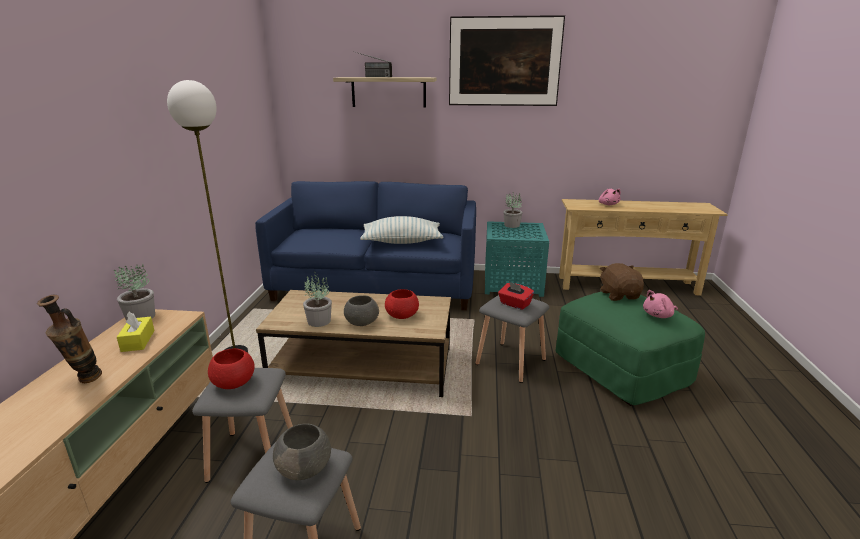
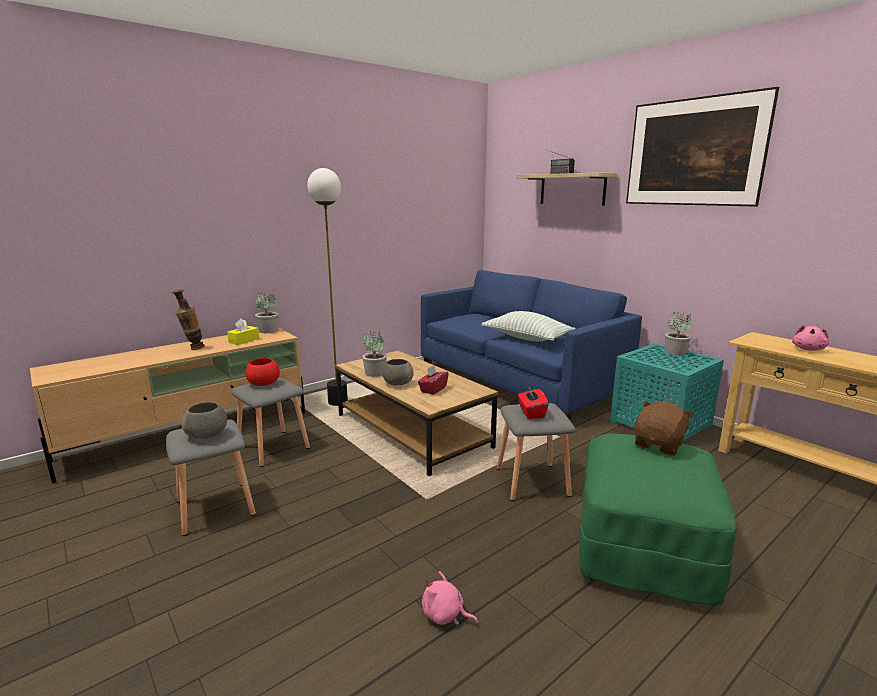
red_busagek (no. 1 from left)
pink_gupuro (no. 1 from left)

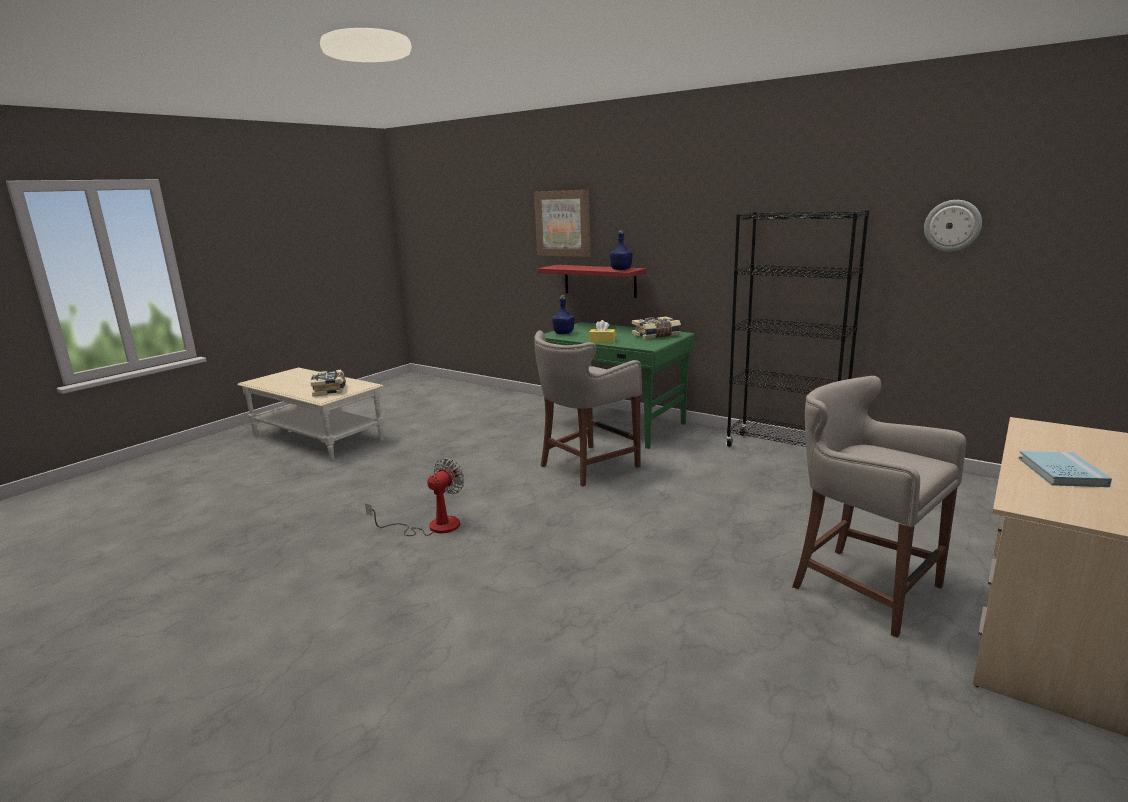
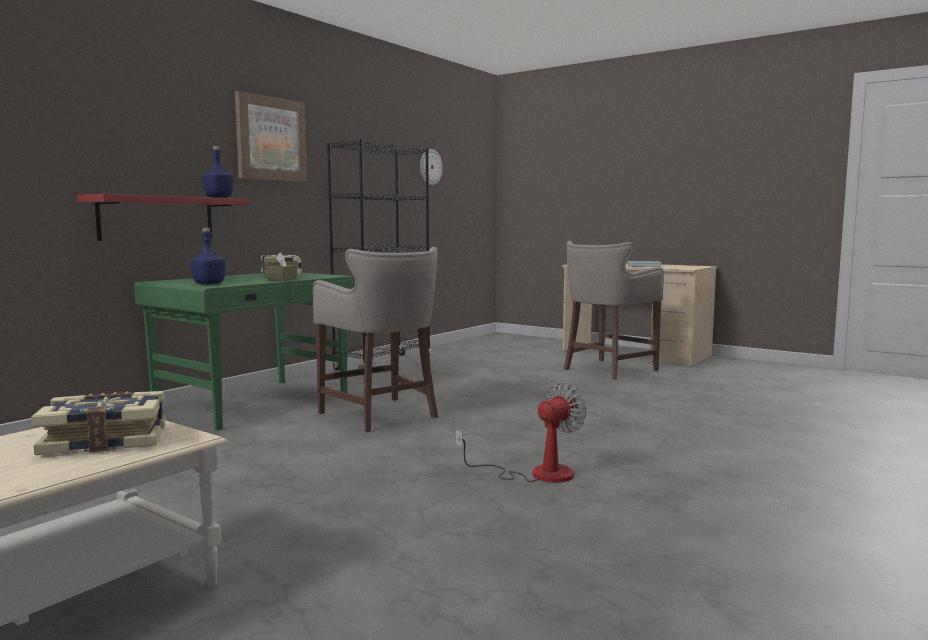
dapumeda
brown_busagek
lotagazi

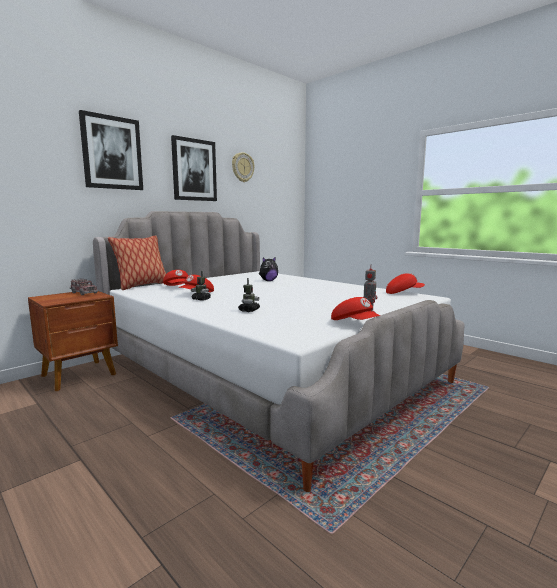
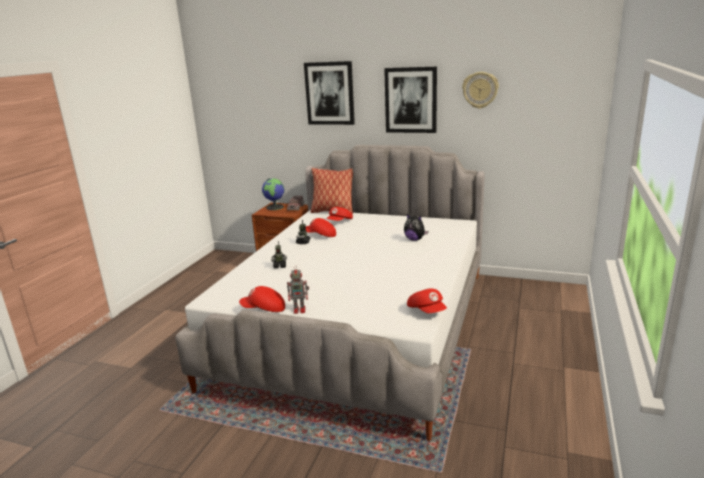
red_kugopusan (no. 1 from left)
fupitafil

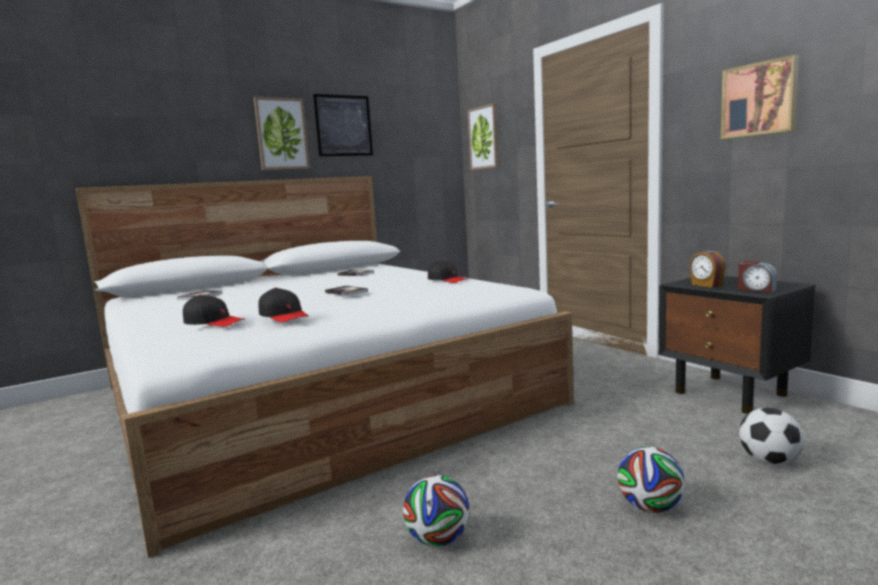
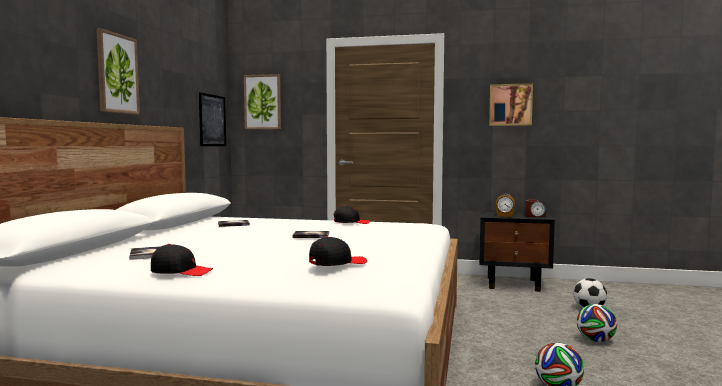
dapumeda (no. 2 from left)
black_kugopusan (no. 1 from left)

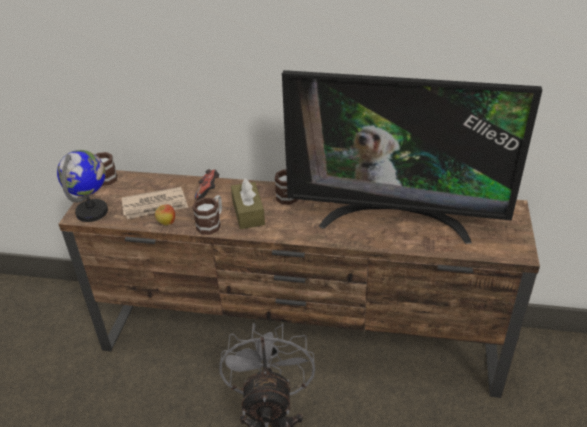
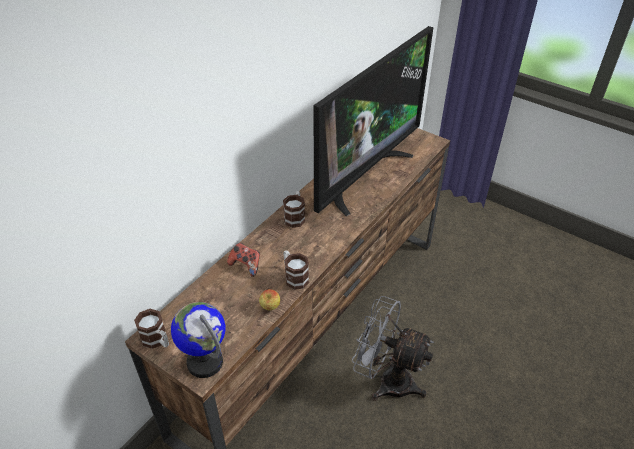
brown_busagek
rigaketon

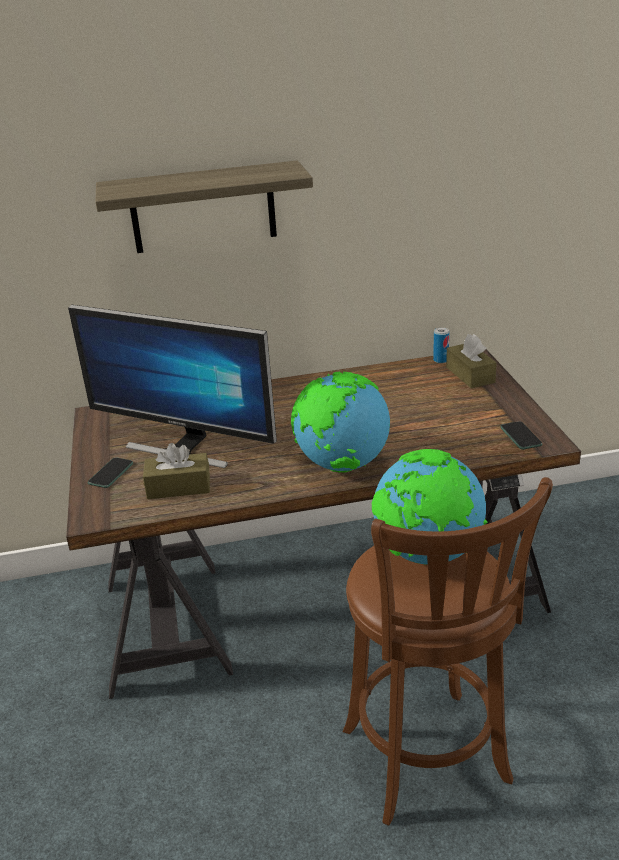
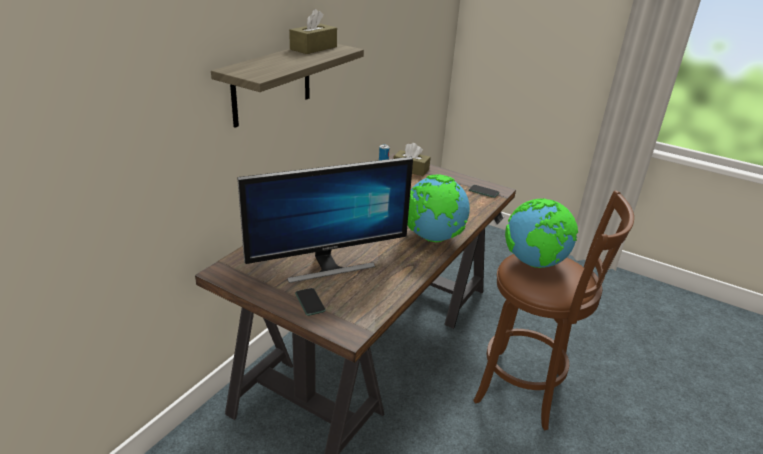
brown_busagek (no. 1 from left)

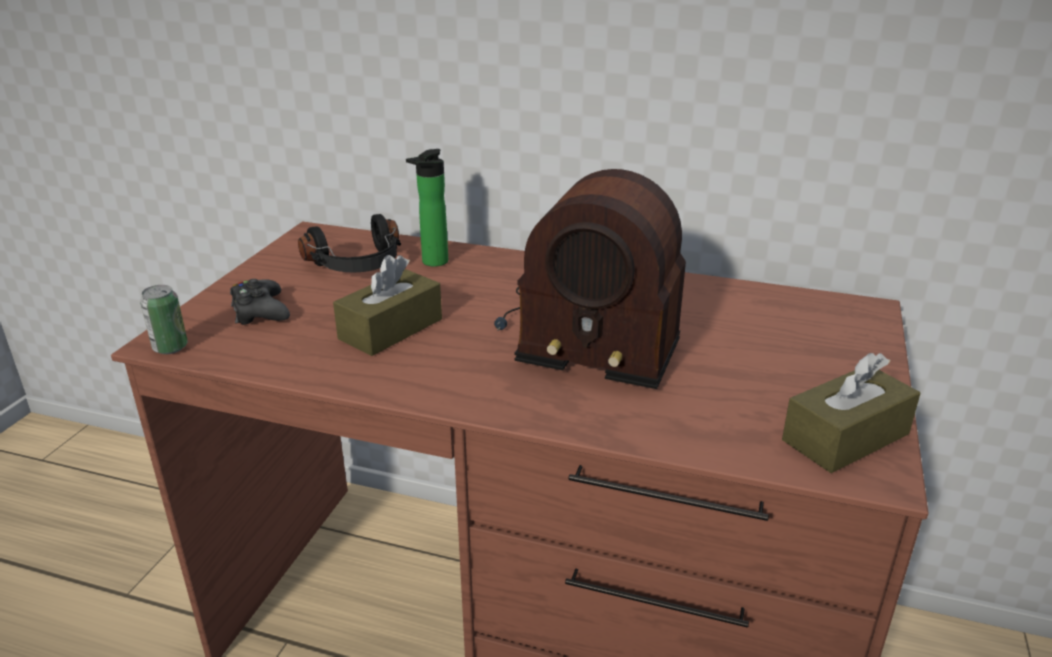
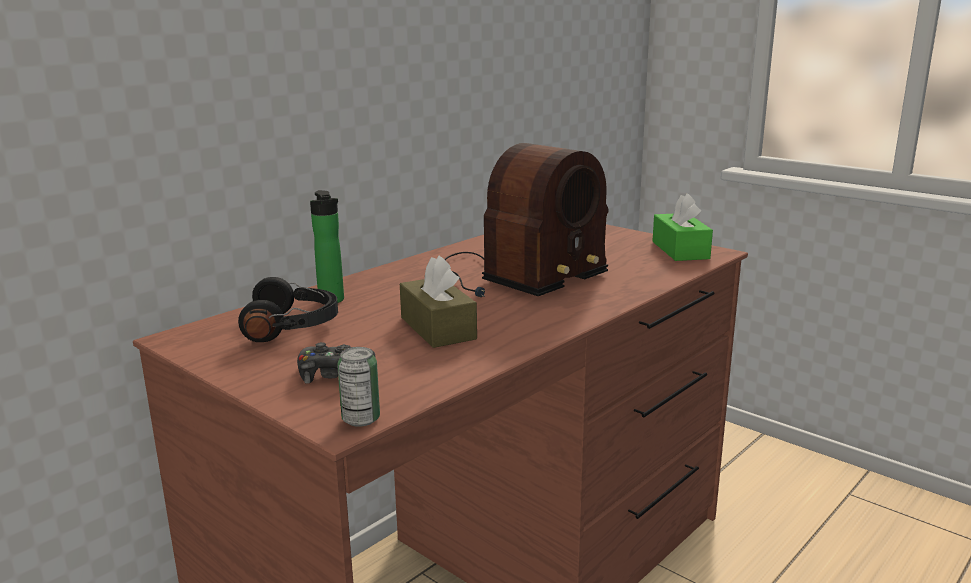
green_busagek

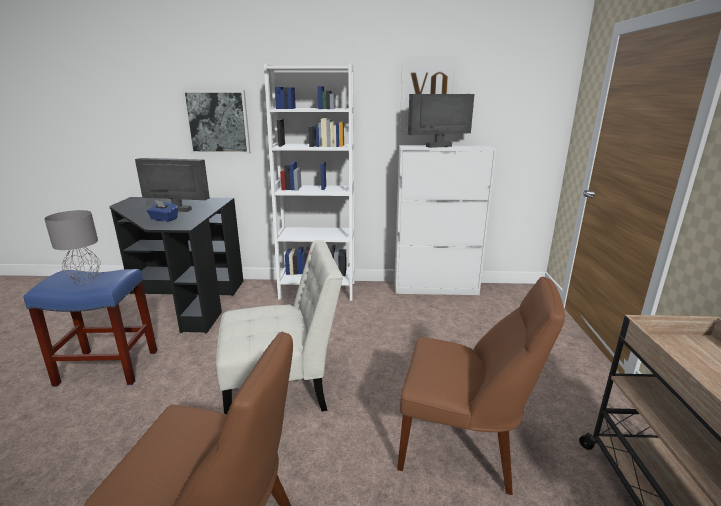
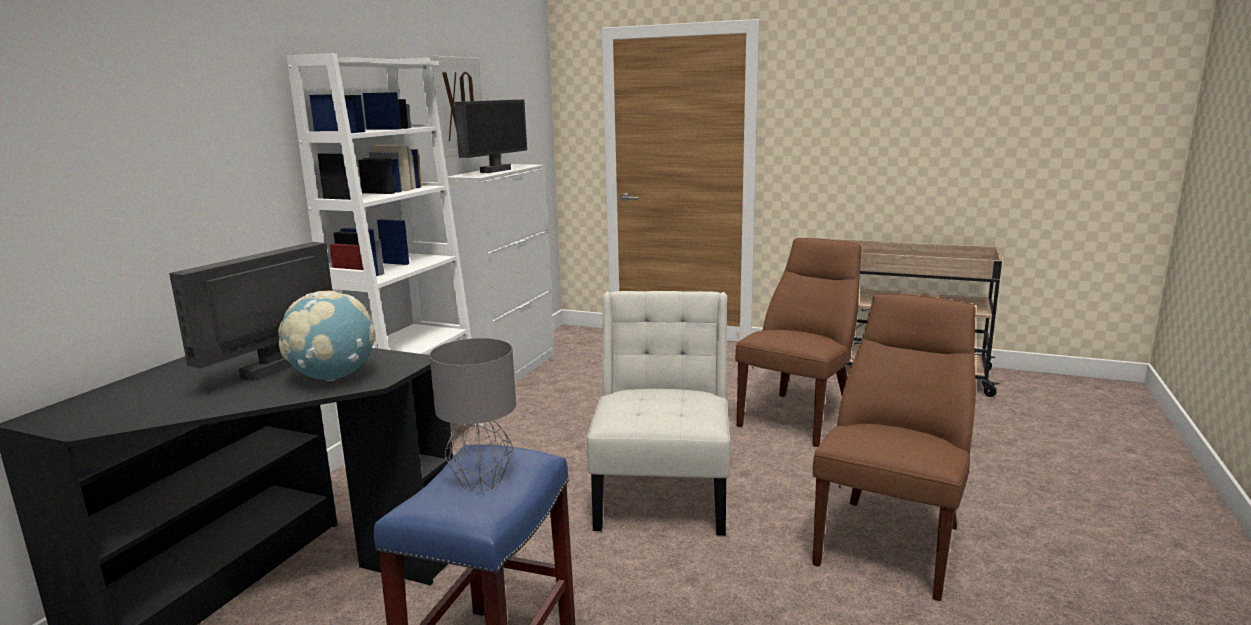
dapumeda (no. 1 from left in the first image)
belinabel (no. 2 from left)
fupitafil

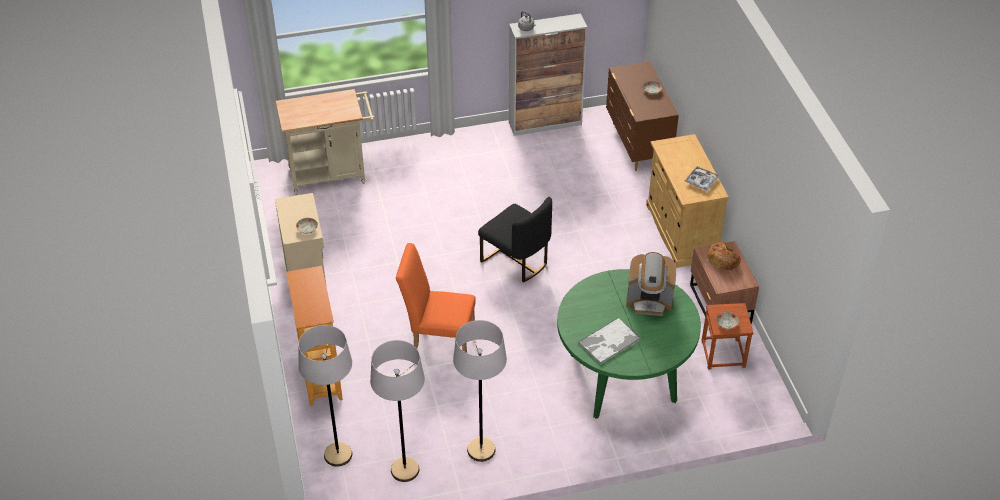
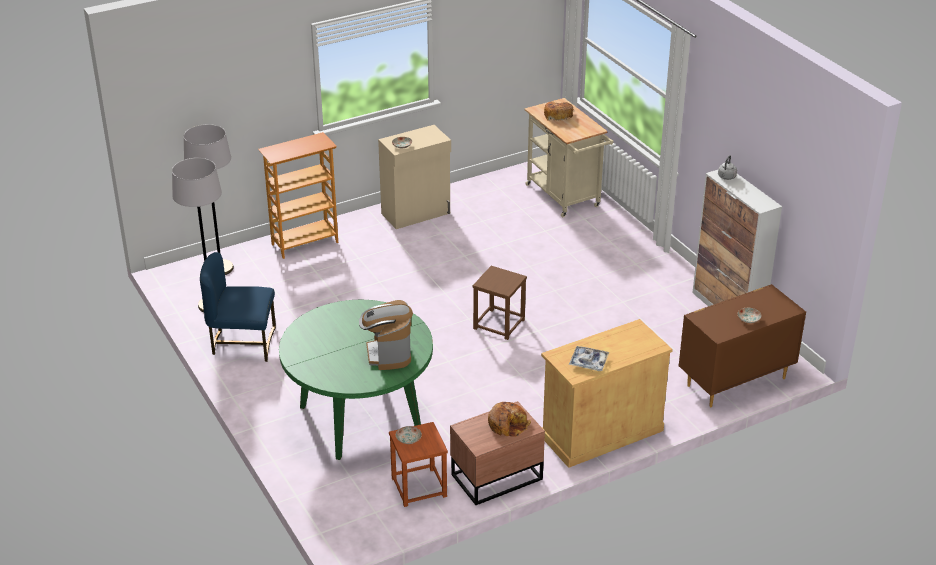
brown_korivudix (no. 2 from left)
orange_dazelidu
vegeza (no. 1 from left in the first image)
blue_dazelidu
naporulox (no. 2 from left)

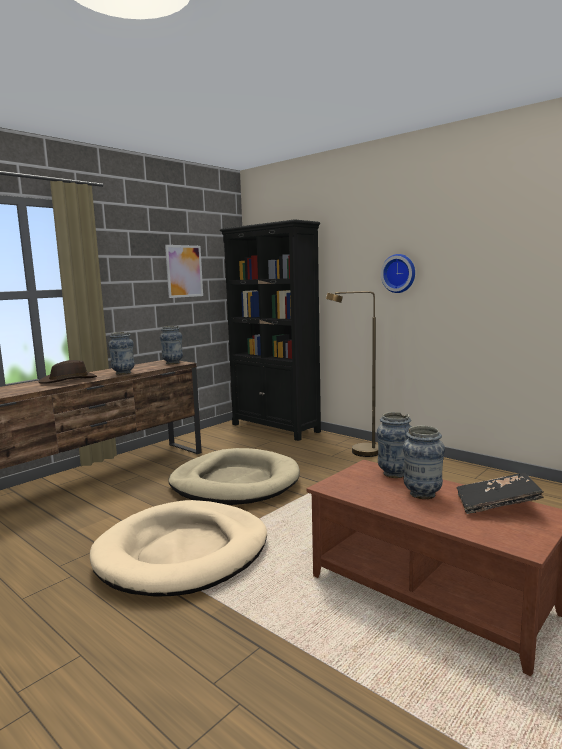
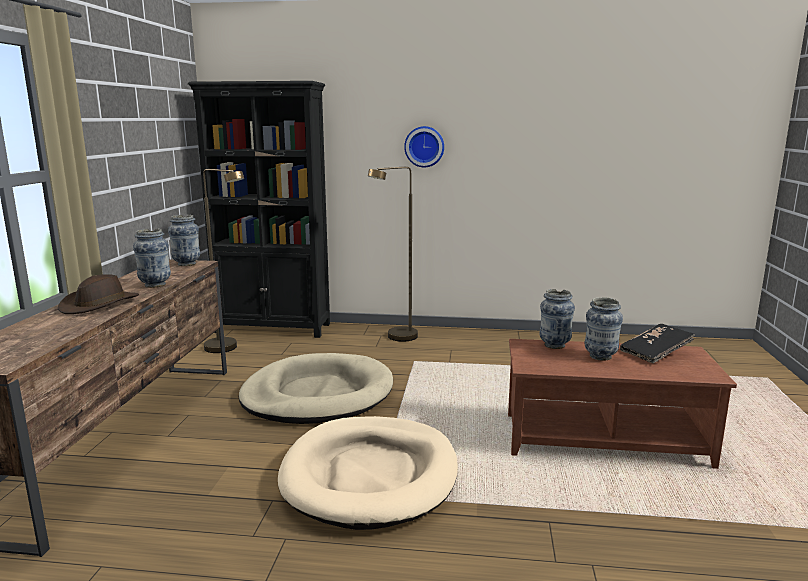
dapumeda
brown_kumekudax (no. 1 from left)

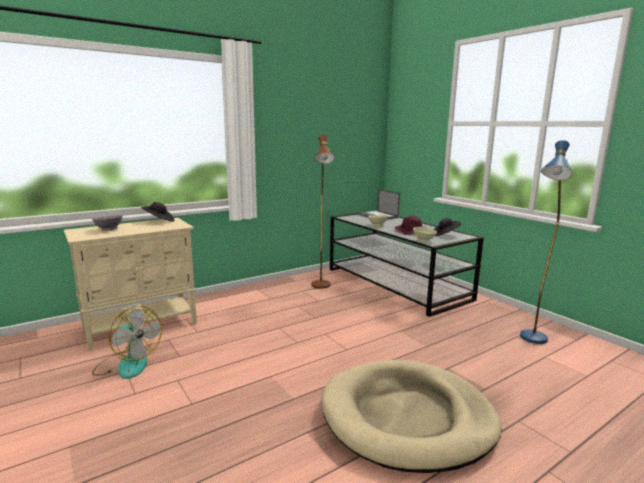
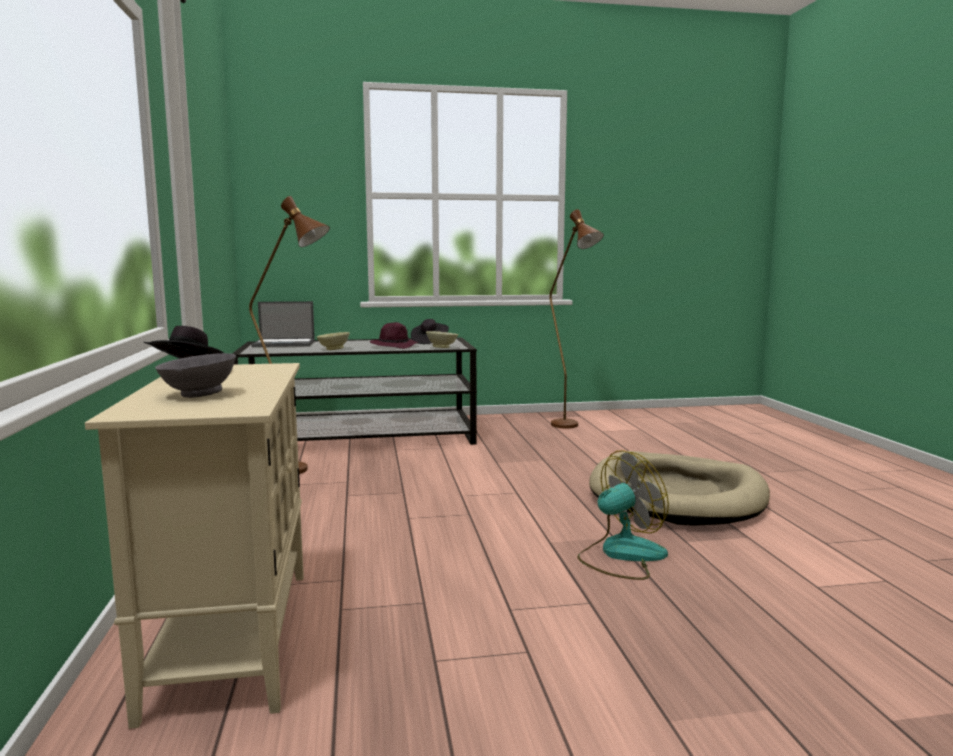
brown_kumekudax (no. 2 from left)
lotagazi

